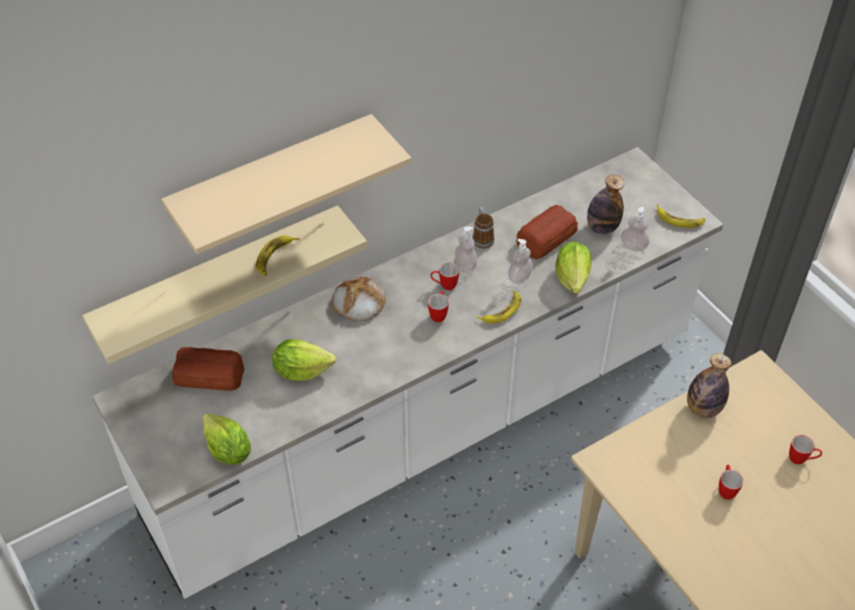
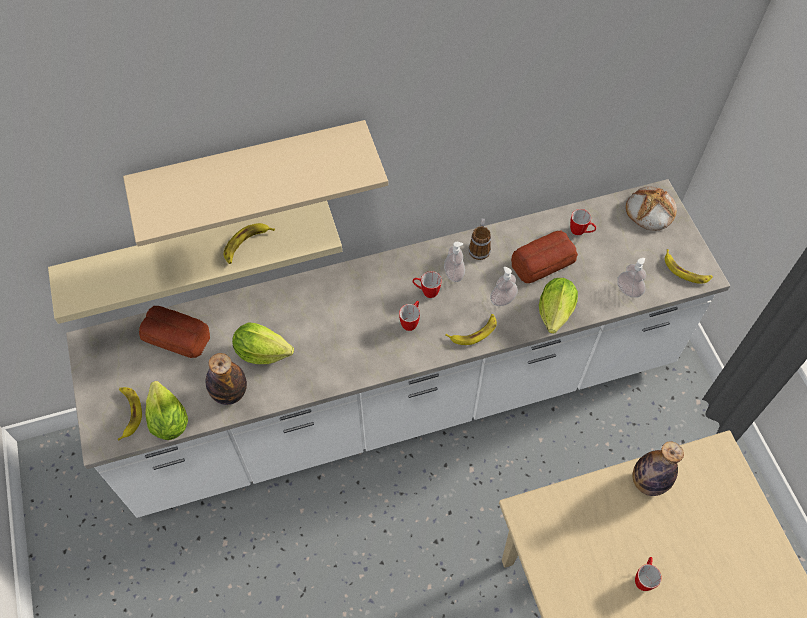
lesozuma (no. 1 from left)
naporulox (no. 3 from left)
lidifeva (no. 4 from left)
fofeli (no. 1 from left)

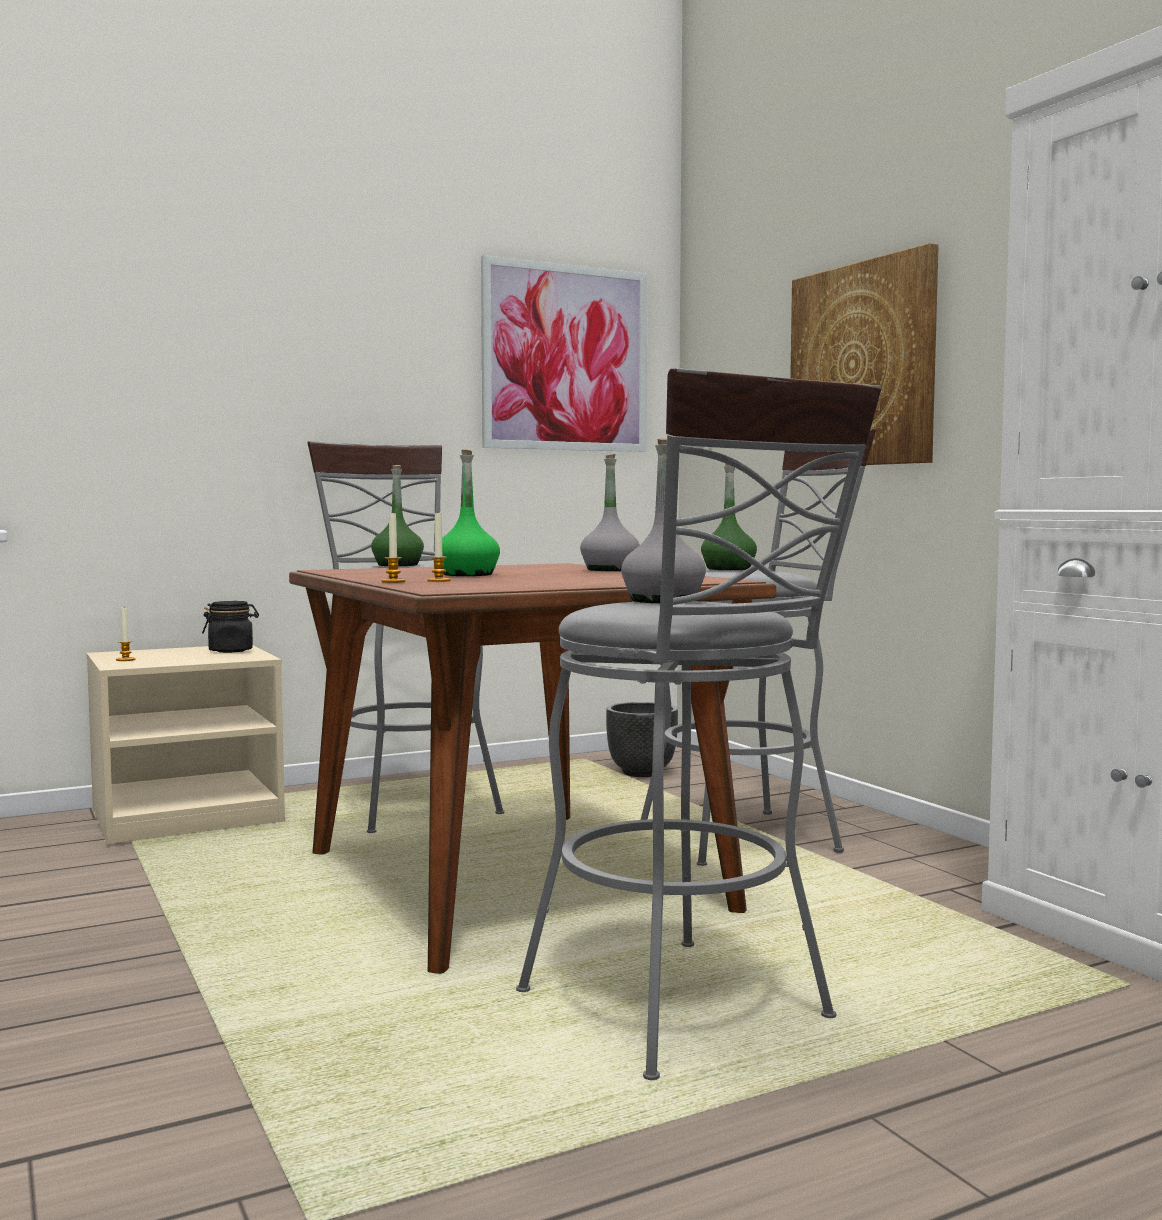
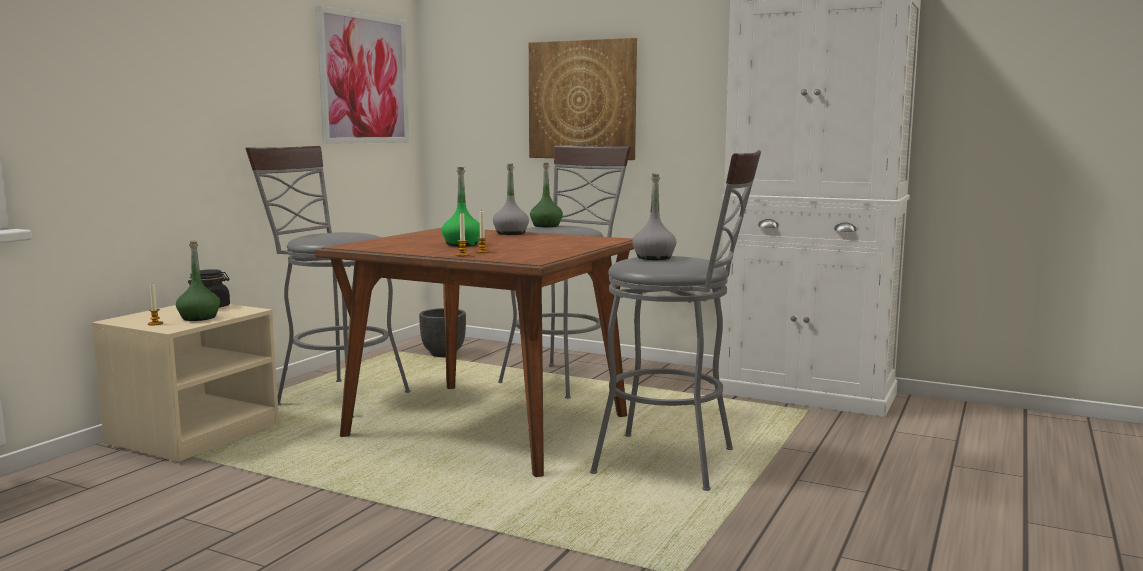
green_lesozuma (no. 1 from left)

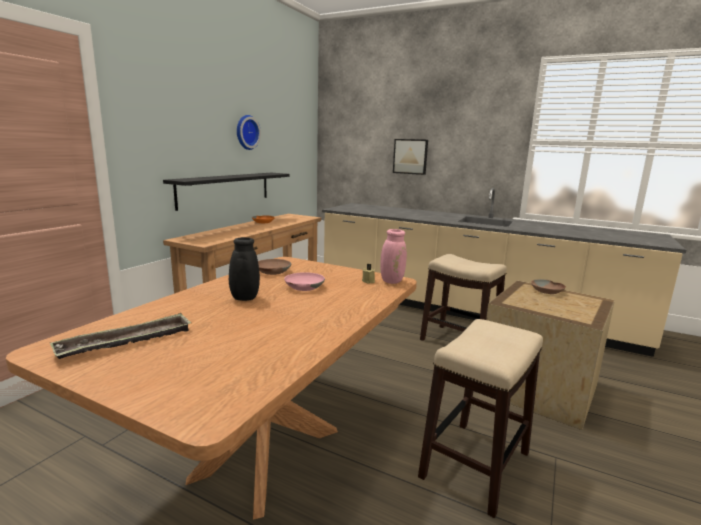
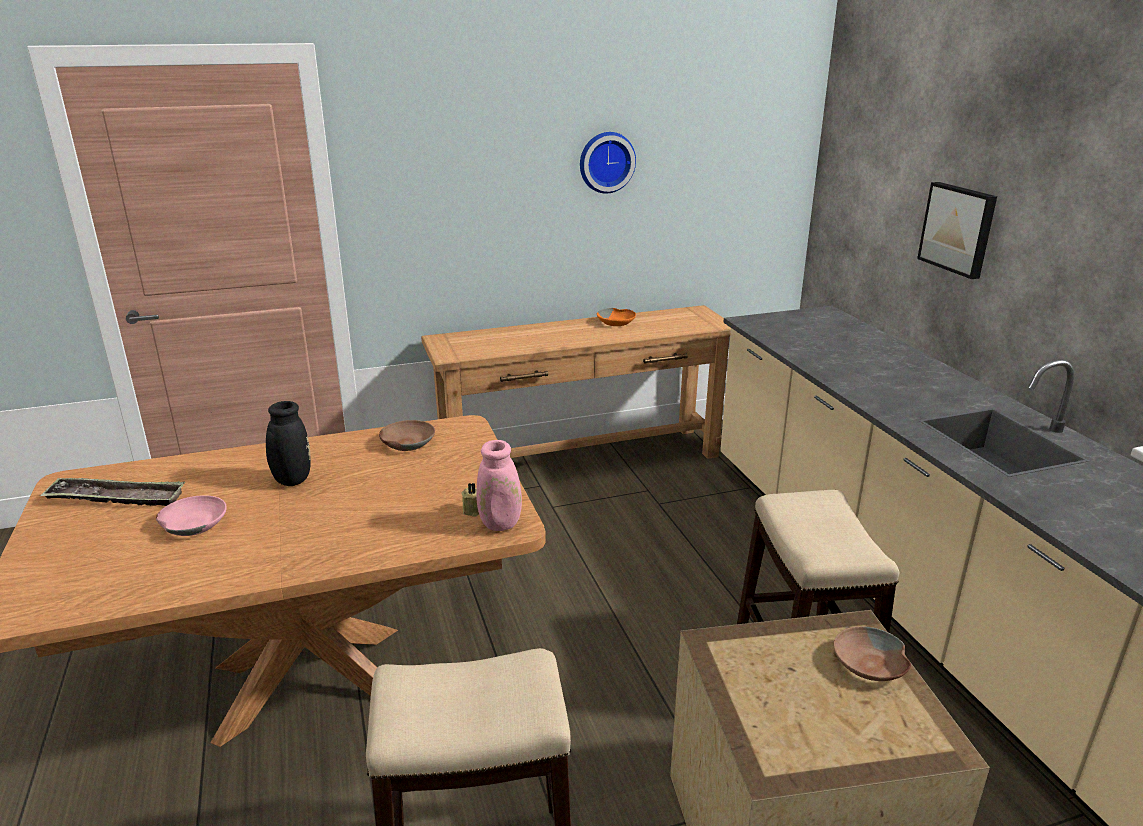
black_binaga
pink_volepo

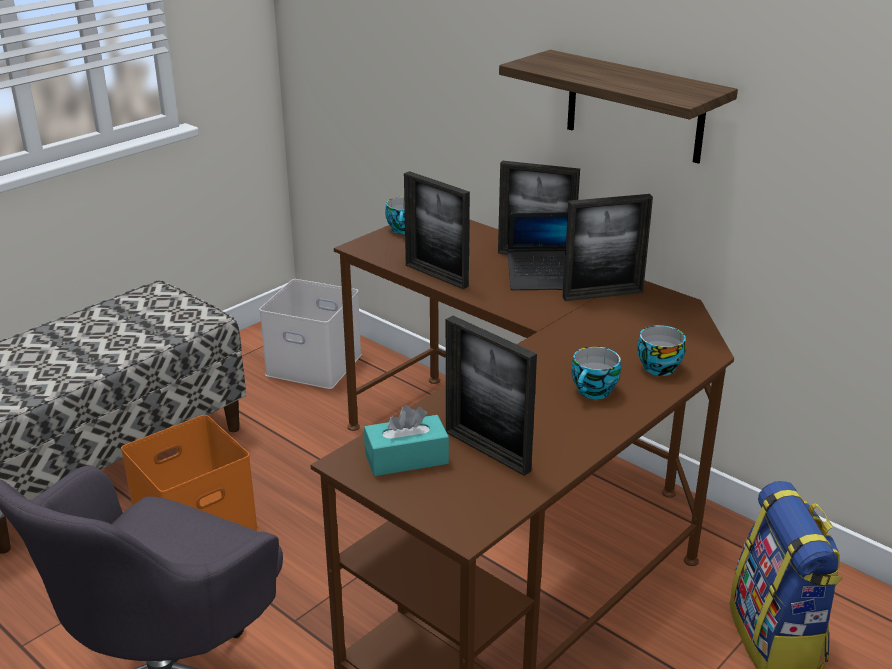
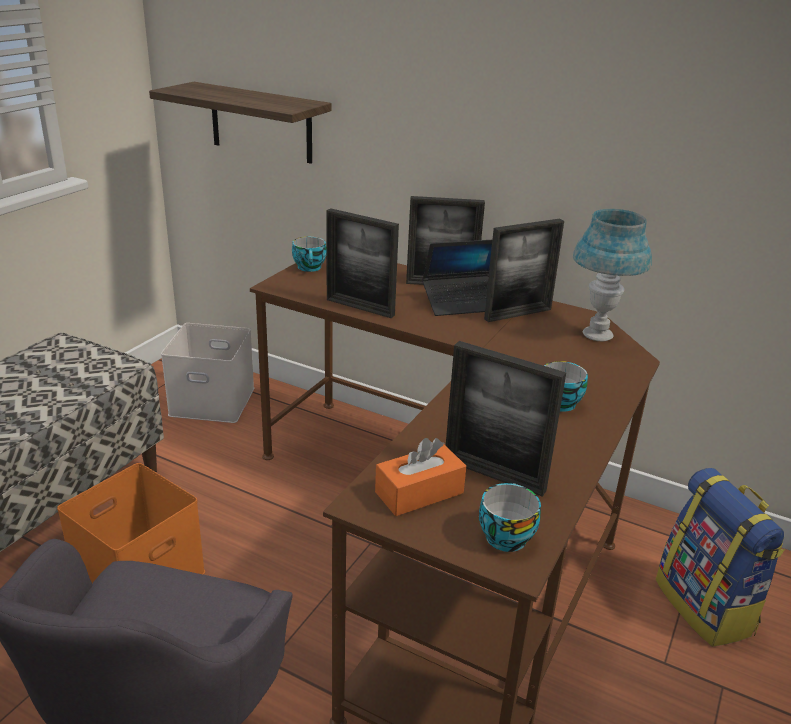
binaga
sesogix (no. 2 from left)
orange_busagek
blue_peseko

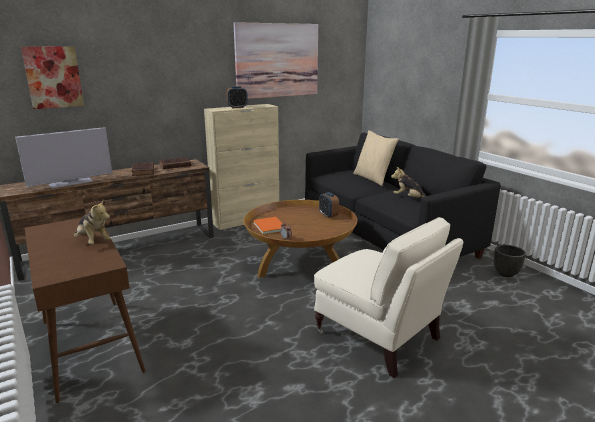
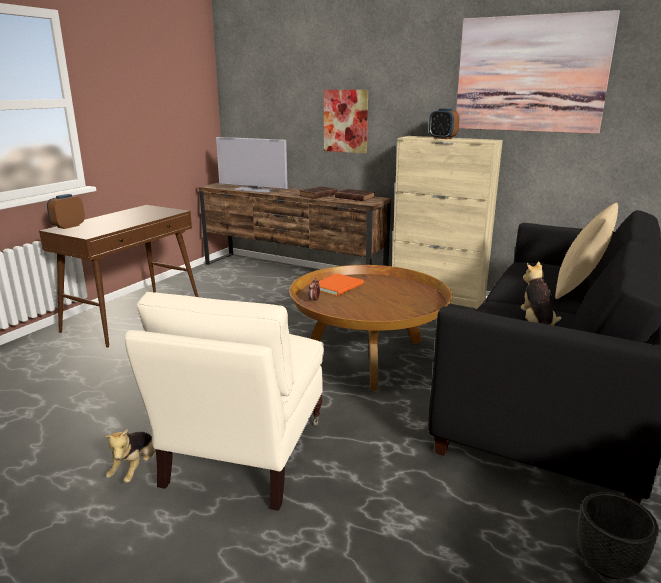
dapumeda (no. 1 from left)
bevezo (no. 1 from left)
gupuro (no. 1 from left)

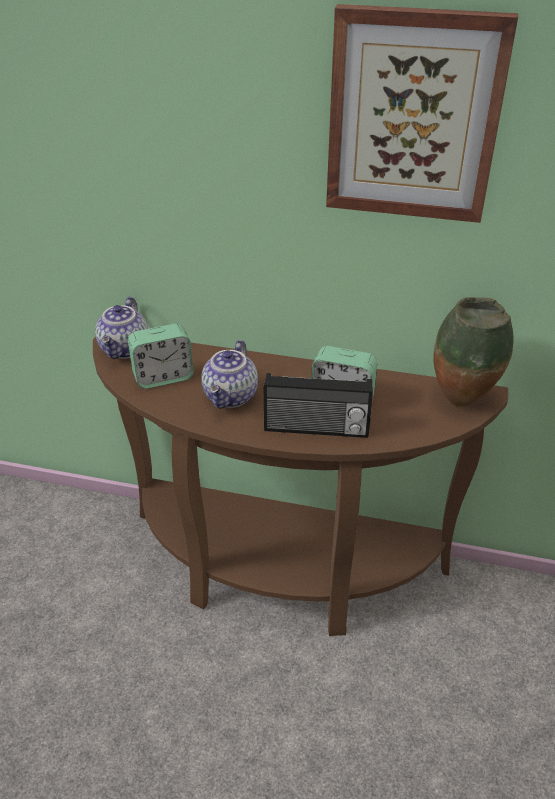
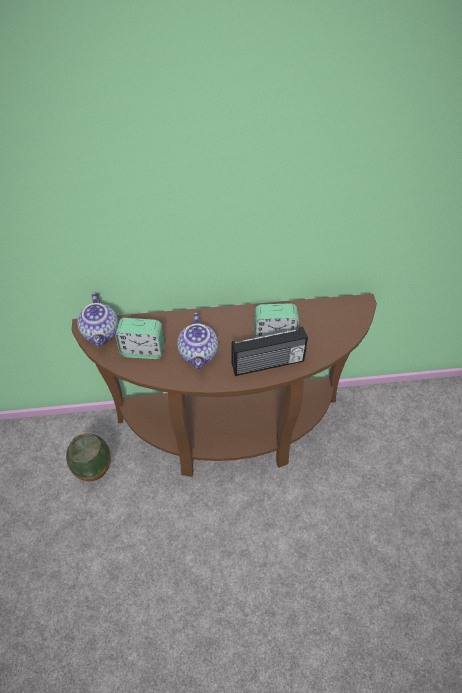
dapumeda
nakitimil
bevezo (no. 1 from left)

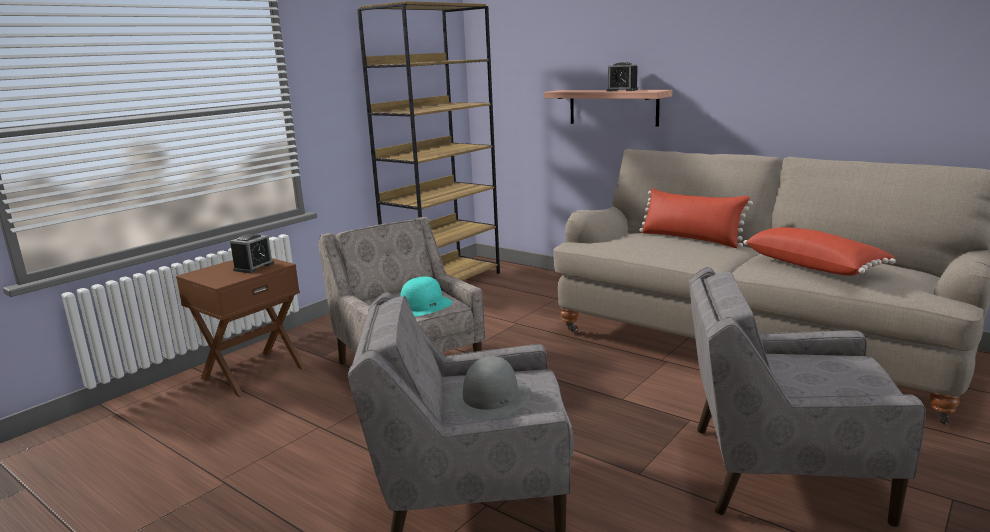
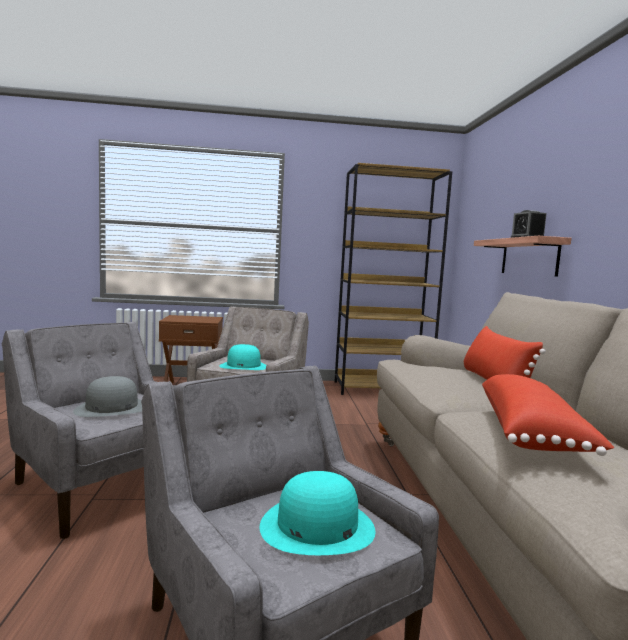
bevezo (no. 1 from left in the first image)
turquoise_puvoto (no. 2 from left)

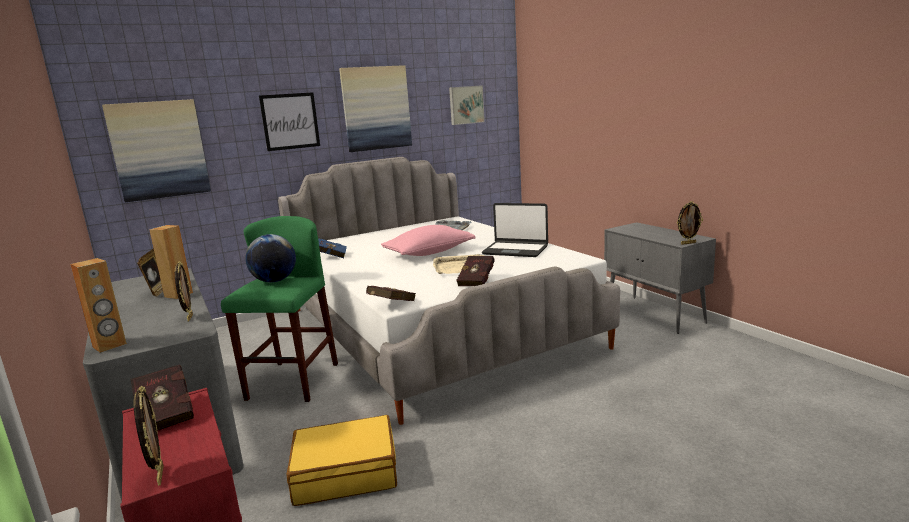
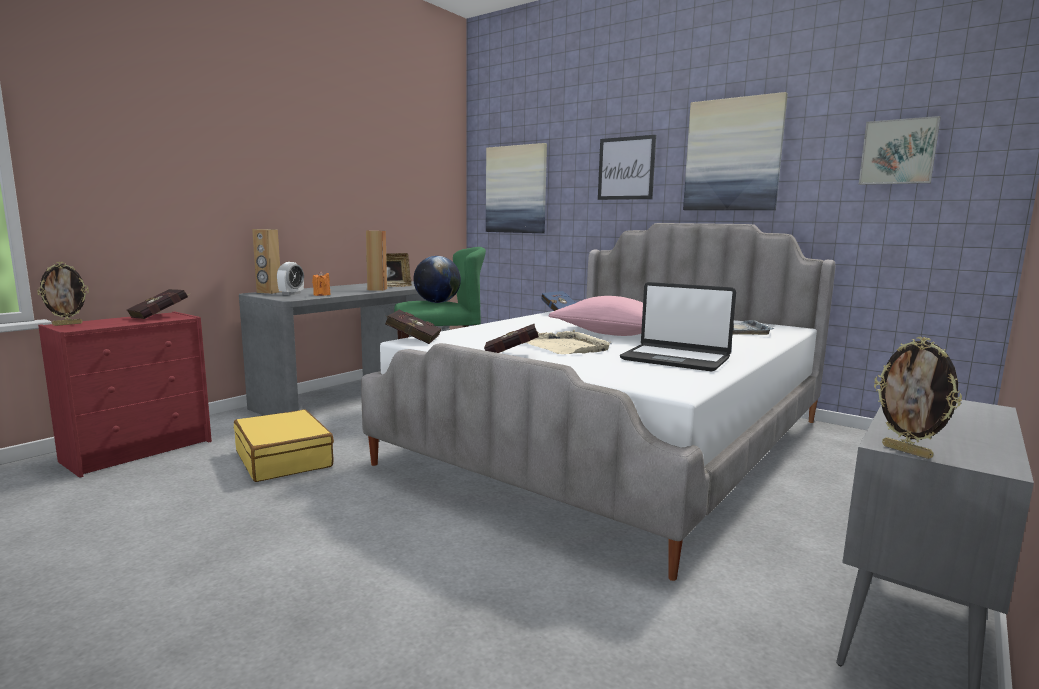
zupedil
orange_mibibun
bevezo

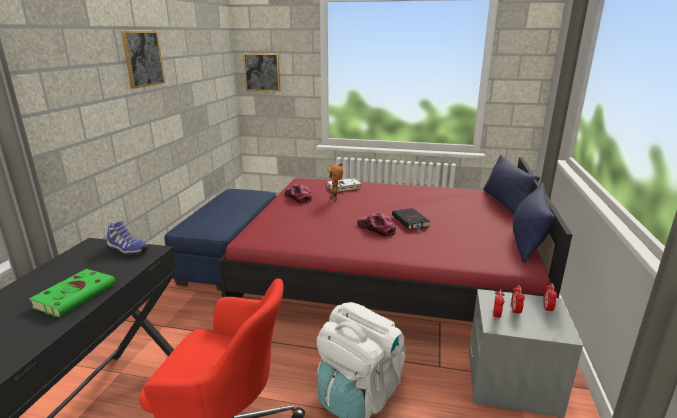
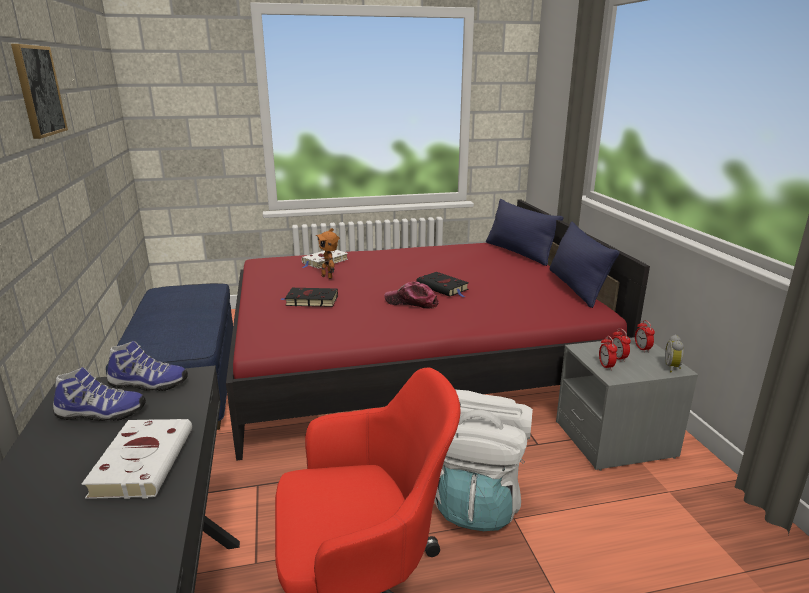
dapumeda (no. 2 from left in the first image)
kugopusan (no. 1 from left in the first image)
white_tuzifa (no. 1 from left)
black_tuzifa (no. 1 from left)
bevezo (no. 4 from left)
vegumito (no. 1 from left)

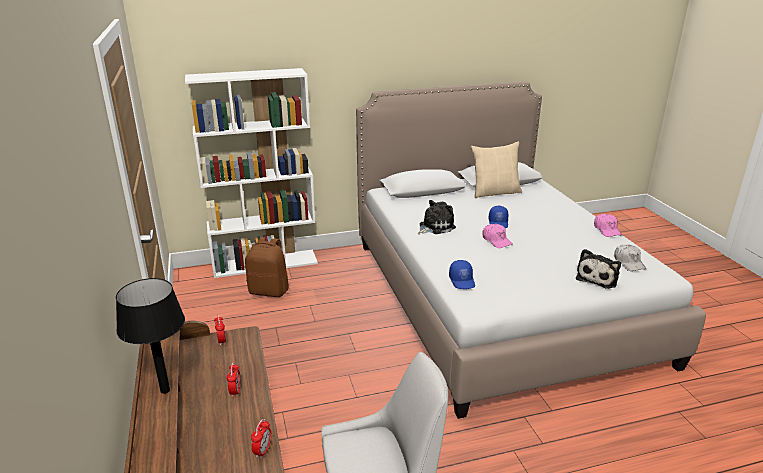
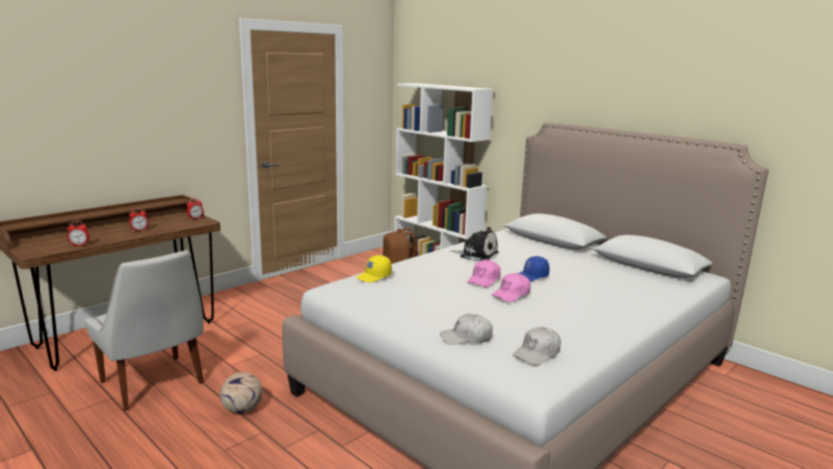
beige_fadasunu
pink_kugopusan (no. 2 from left)
white_kugopusan (no. 1 from left)
yellow_kugopusan
black_peseko
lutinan

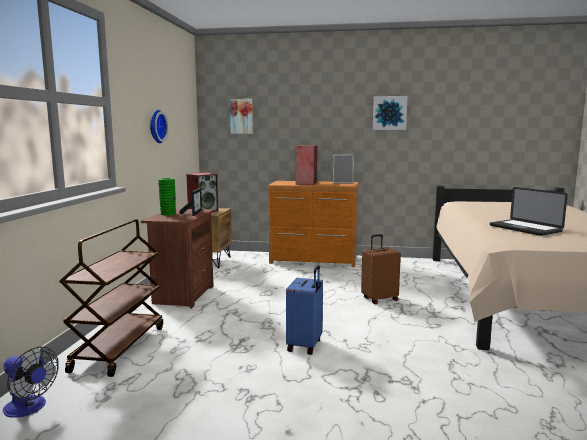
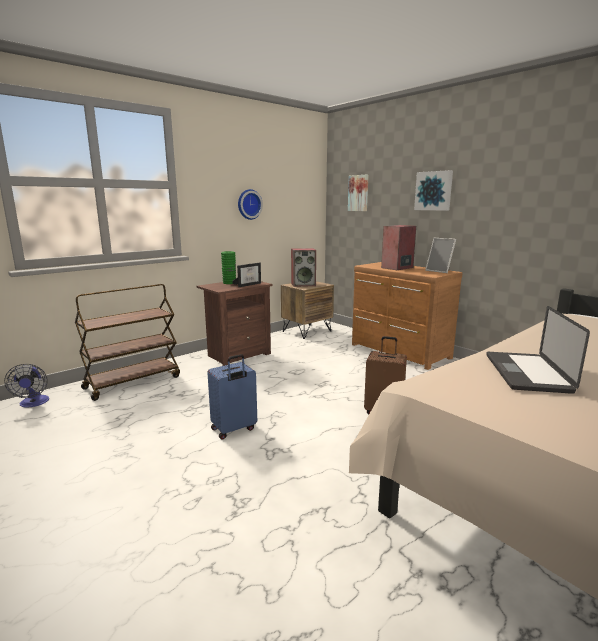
dapumeda (no. 2 from left)

